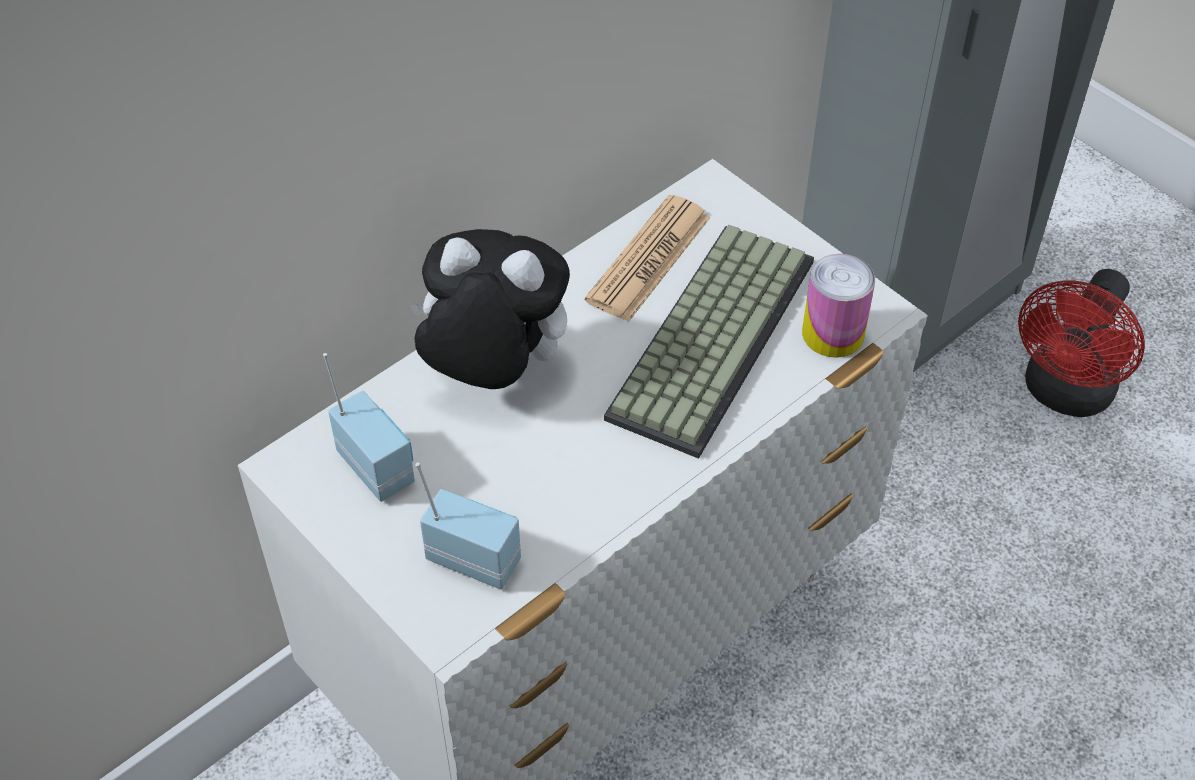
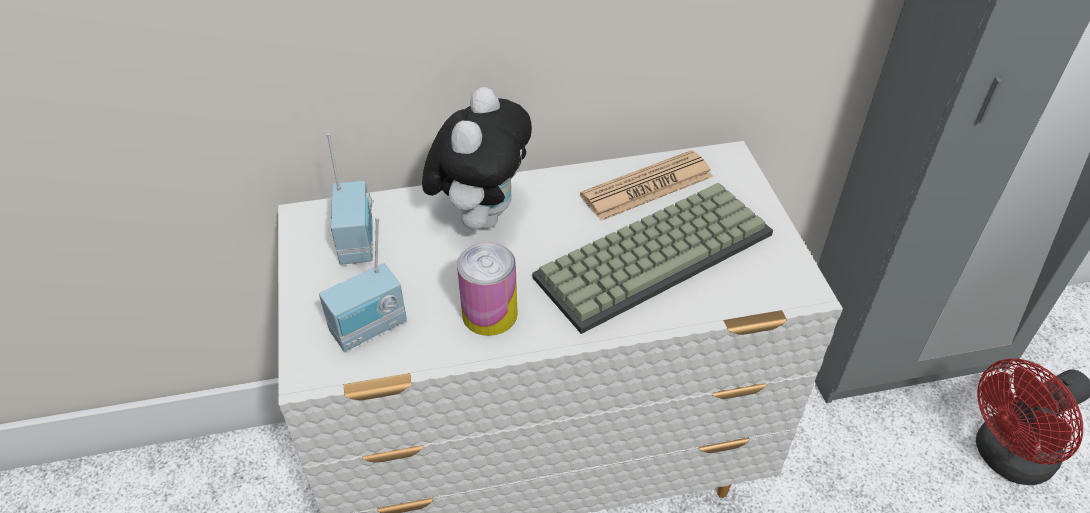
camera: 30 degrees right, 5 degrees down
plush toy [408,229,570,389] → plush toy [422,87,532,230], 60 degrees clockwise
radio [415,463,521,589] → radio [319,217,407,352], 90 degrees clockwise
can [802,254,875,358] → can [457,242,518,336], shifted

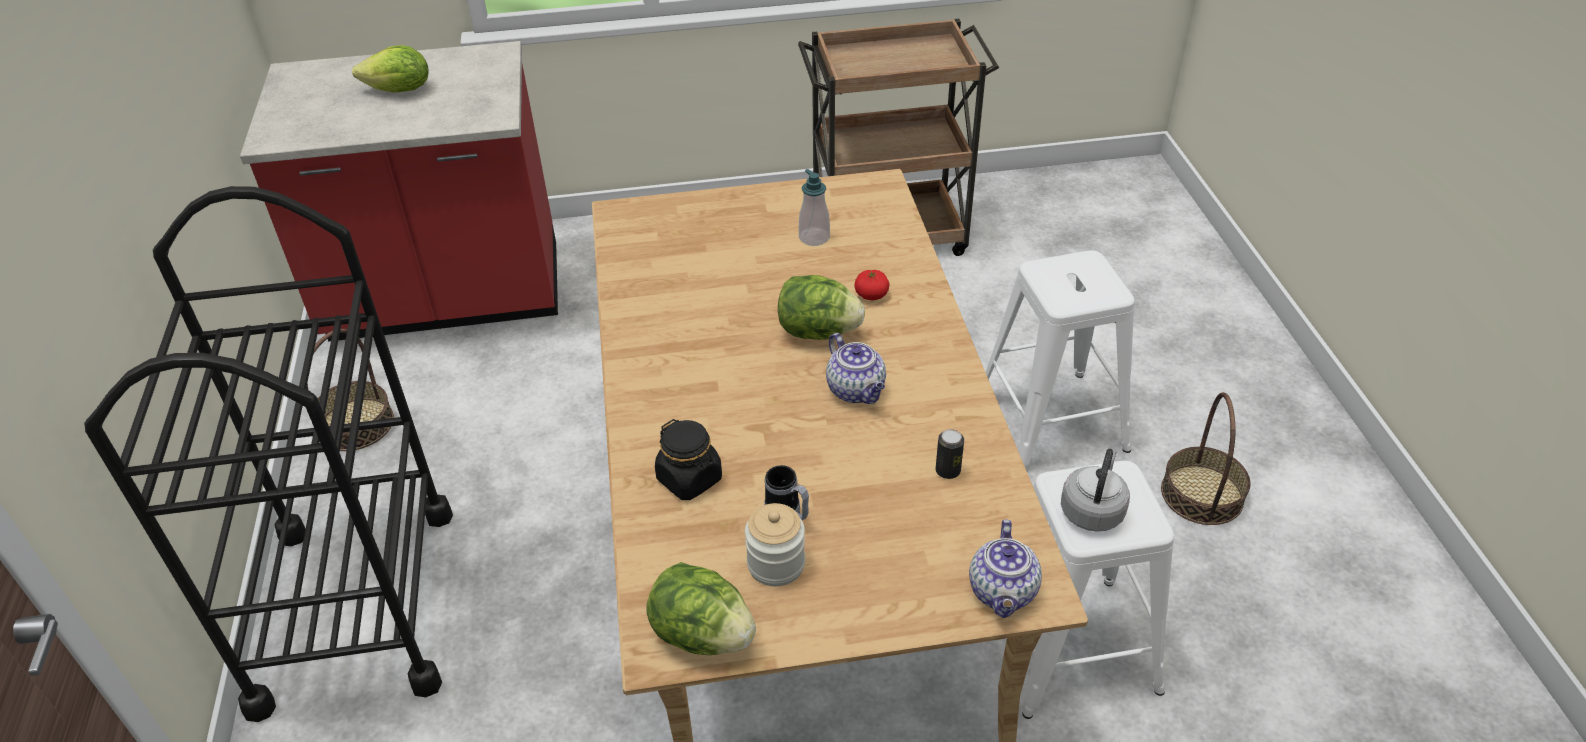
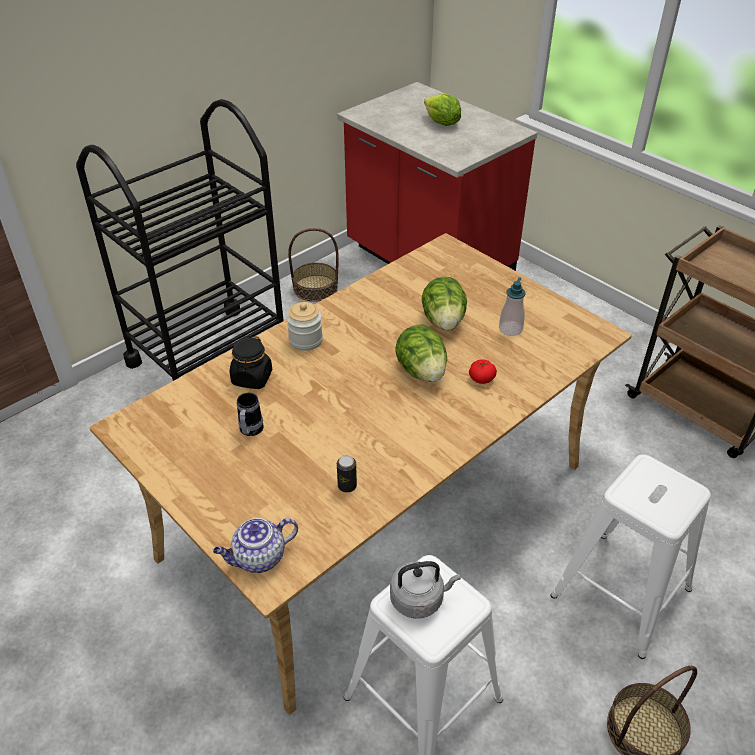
camera: 55 degrees right, 0 degrees up
lettuce [646,562,756,655] → lettuce [422,277,467,330], shifted
jar [745,503,805,586] → jar [287,302,323,351], shifted
teapot [826,333,886,404] → -

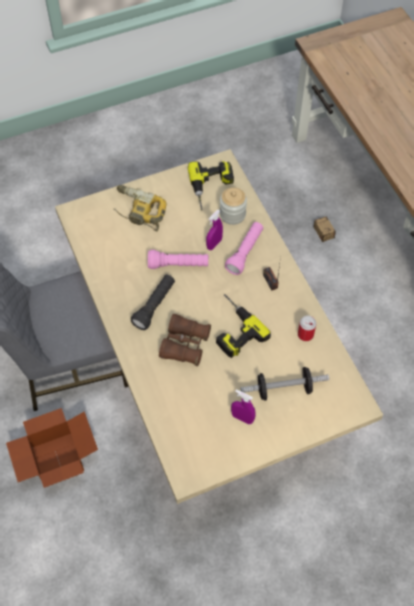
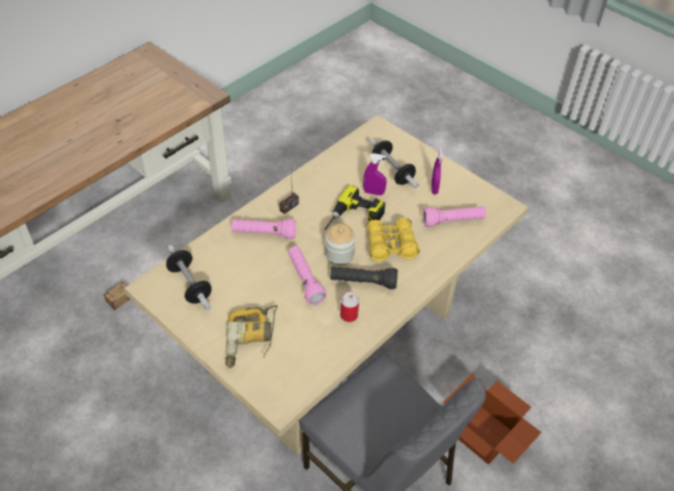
camera: 115 degrees left, 10 degrees down
brown binoculars [159,314,211,366] → yellow binoculars [366,218,419,261]
power drill [188,161,234,210] → dumbbell [166,245,212,310]
purple spray bottle [206,210,223,250] → purple spray bottle [363,153,386,196], shifted
jar [220,187,247,225] → jar [325,224,356,266], shifted
can [298,315,316,341] → can [340,292,359,322], shifted
- → pink flashlight [423,206,486,227]

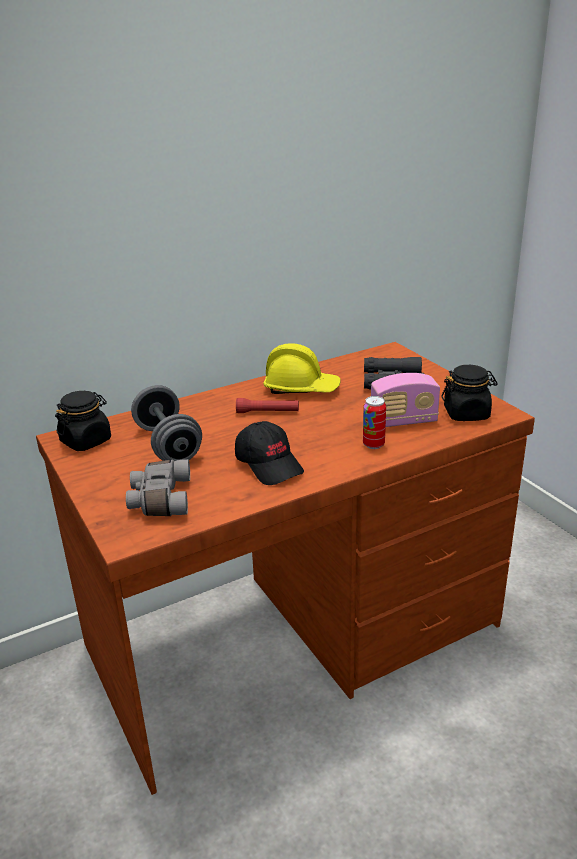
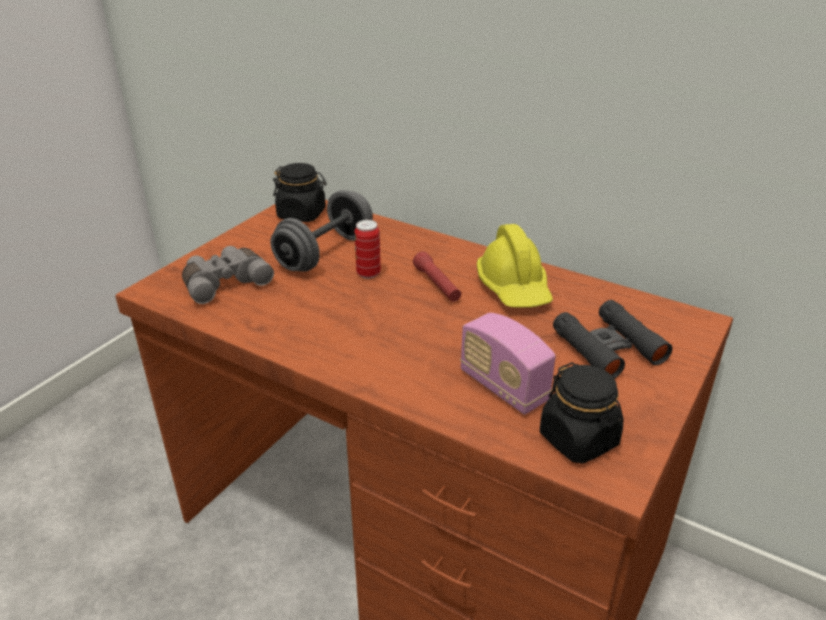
camera: 60 degrees right, 5 degrees up
black cap [235,421,304,485] → -
can [363,396,386,449] → can [354,220,381,279], shifted

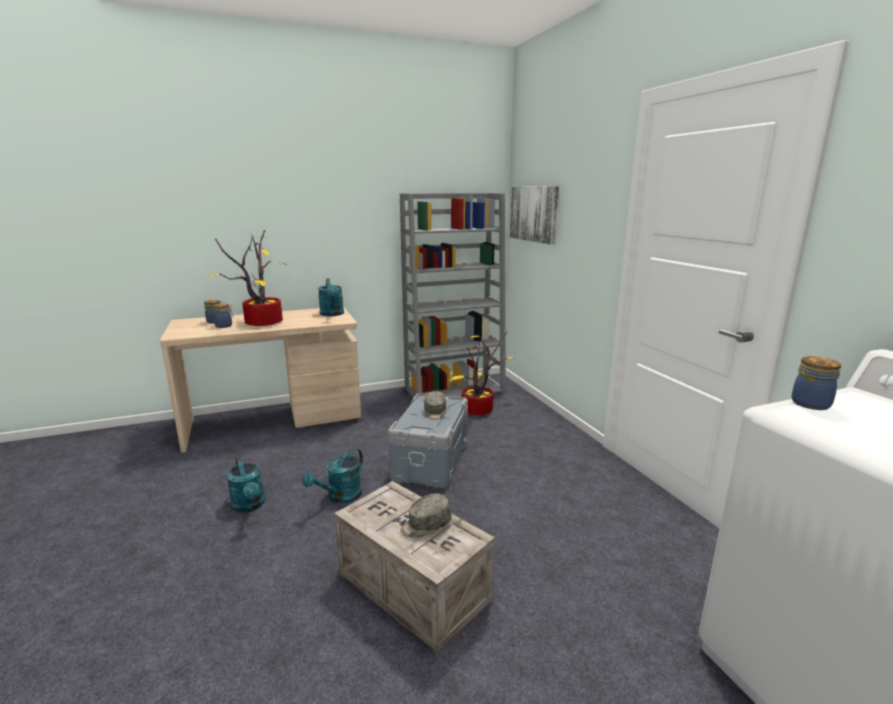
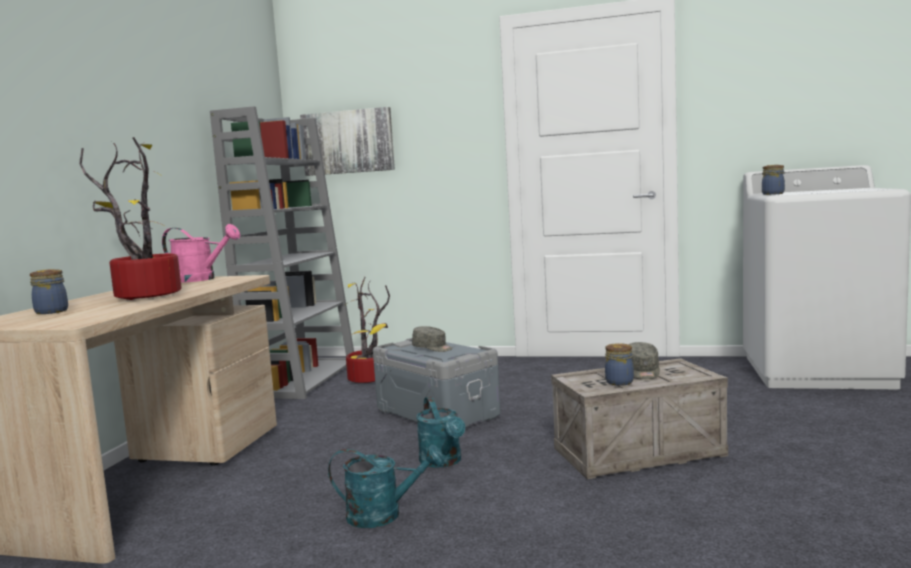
camera: 55 degrees left, 10 degrees down
jar [213,303,233,328] → jar [605,343,634,386], shifted
turquoise watering can [318,278,344,316] → pink watering can [162,224,241,283]

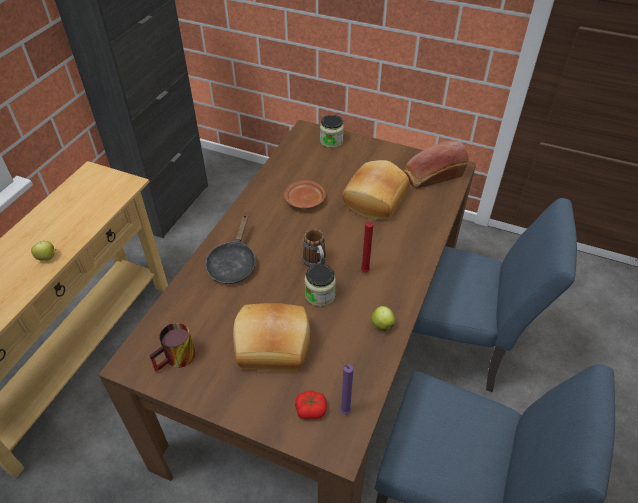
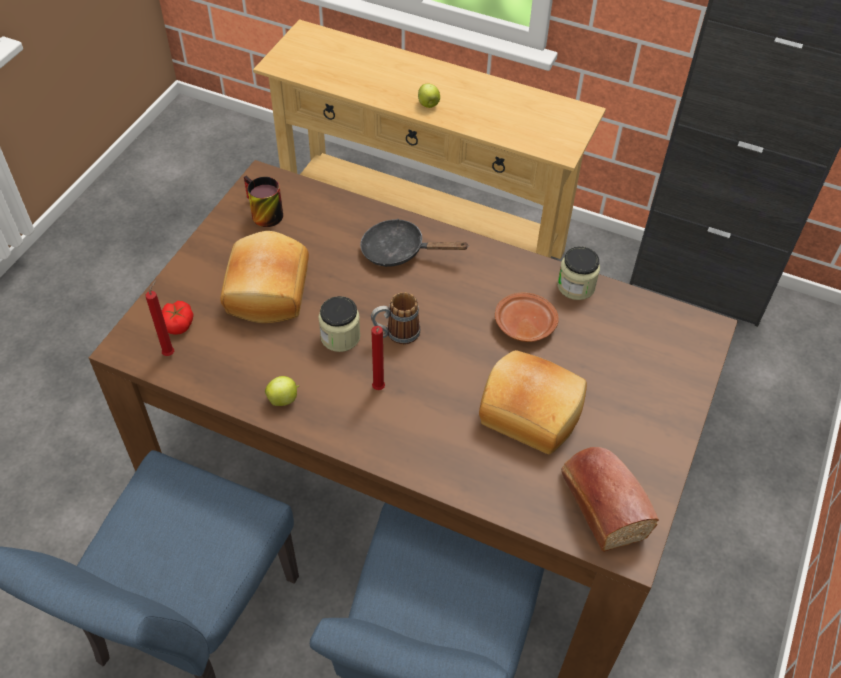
camera: 90 degrees right, 5 degrees up
jar [320,115,344,148] → jar [557,246,600,300], shifted
purple candle [339,359,353,414] → red candle [145,280,174,356]

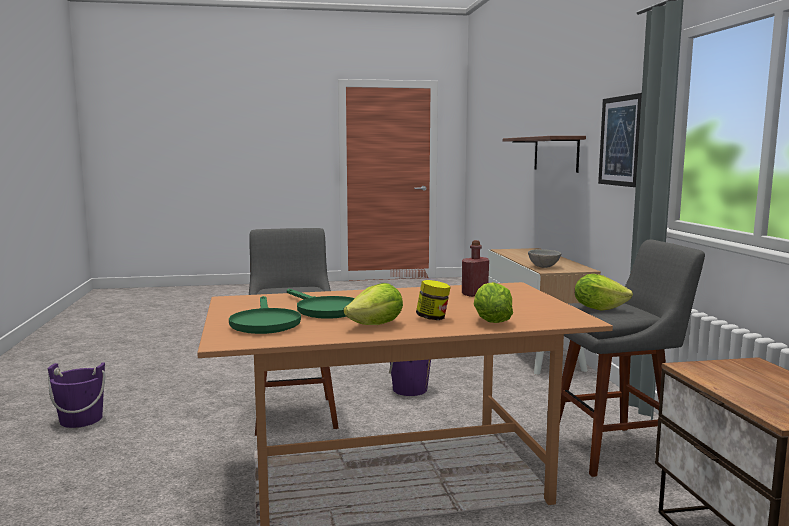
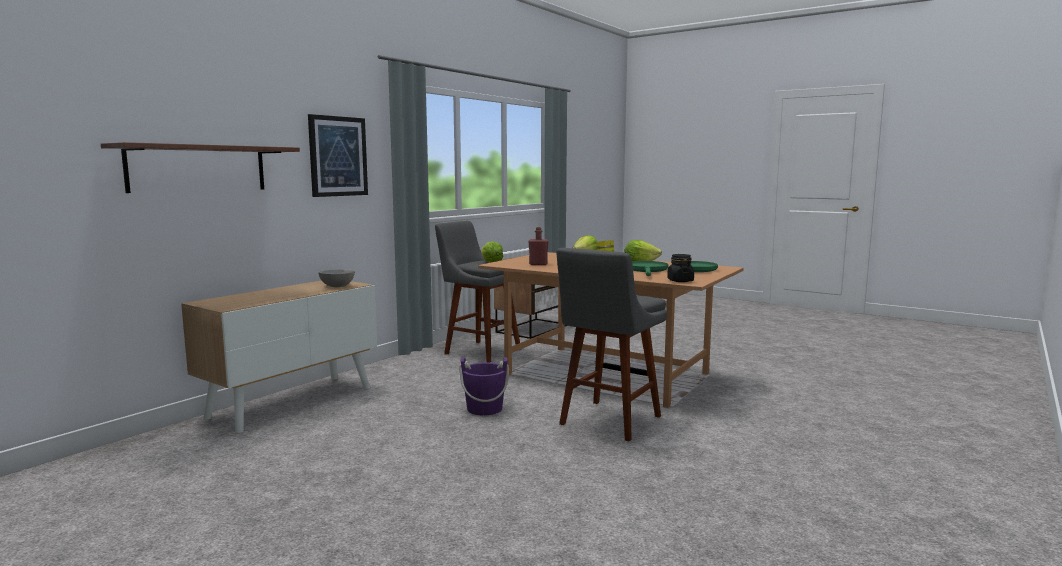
camera: 135 degrees left, 0 degrees up
purple bucket [48,362,106,428] → -
- → black jar [667,254,694,282]

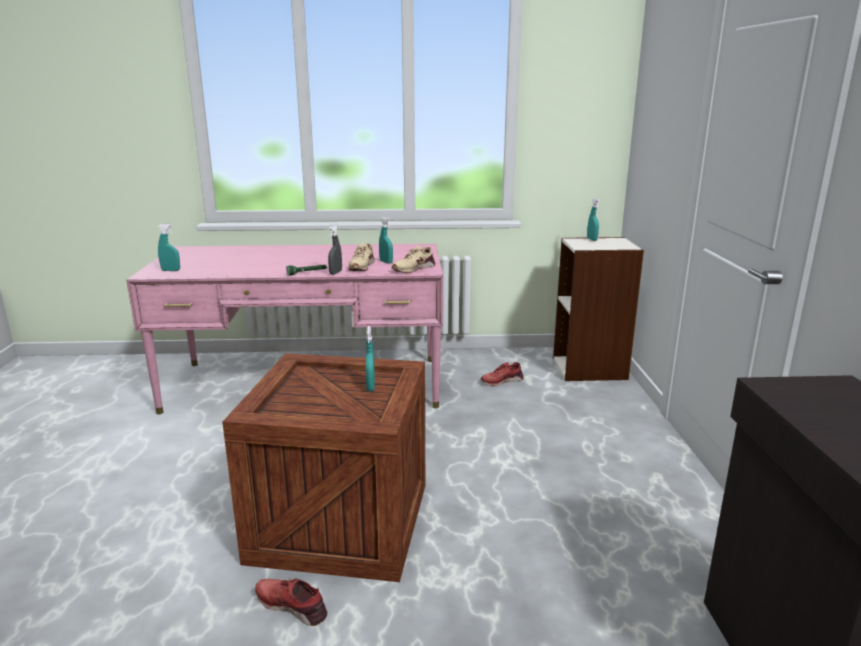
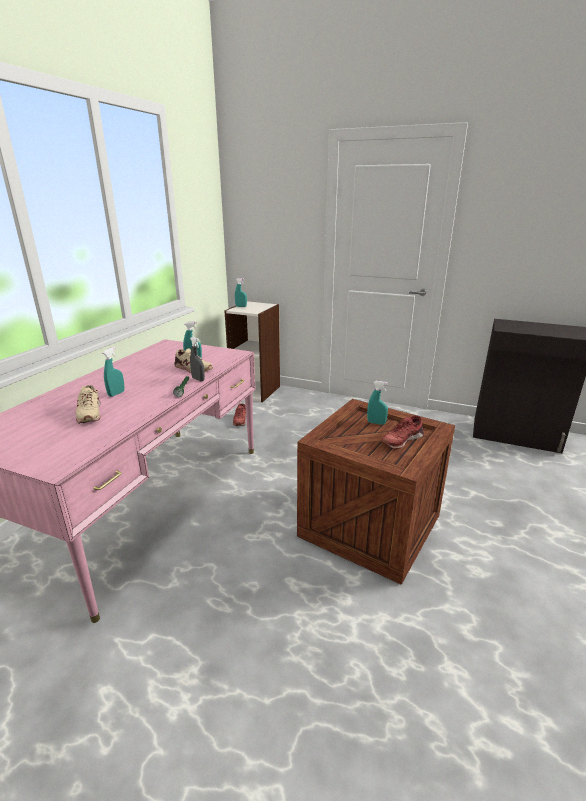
camera: 65 degrees left, 5 degrees up
turquoise spray bottle [158,224,180,271] → turquoise spray bottle [103,347,125,397], shifted
red shoe [255,578,327,626] → red shoe [381,415,424,449], shifted
beige shoe [392,246,435,274] → beige shoe [76,385,101,424], shifted

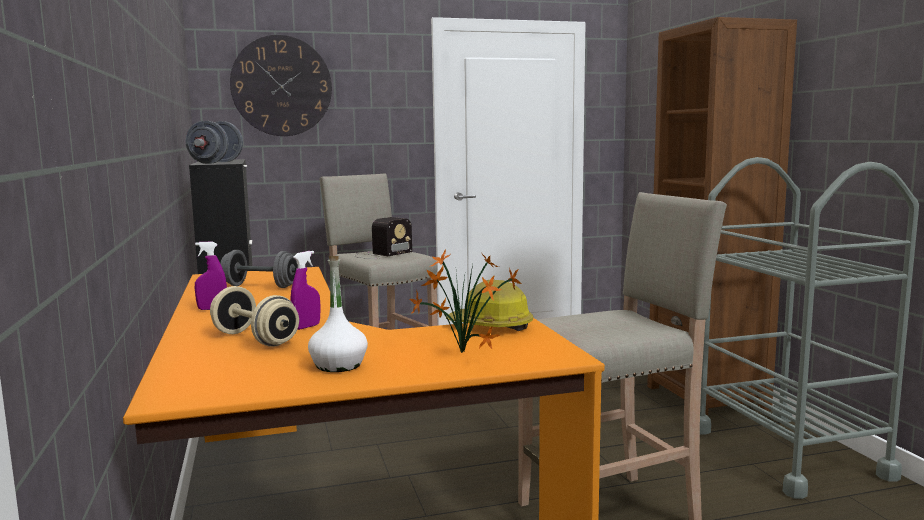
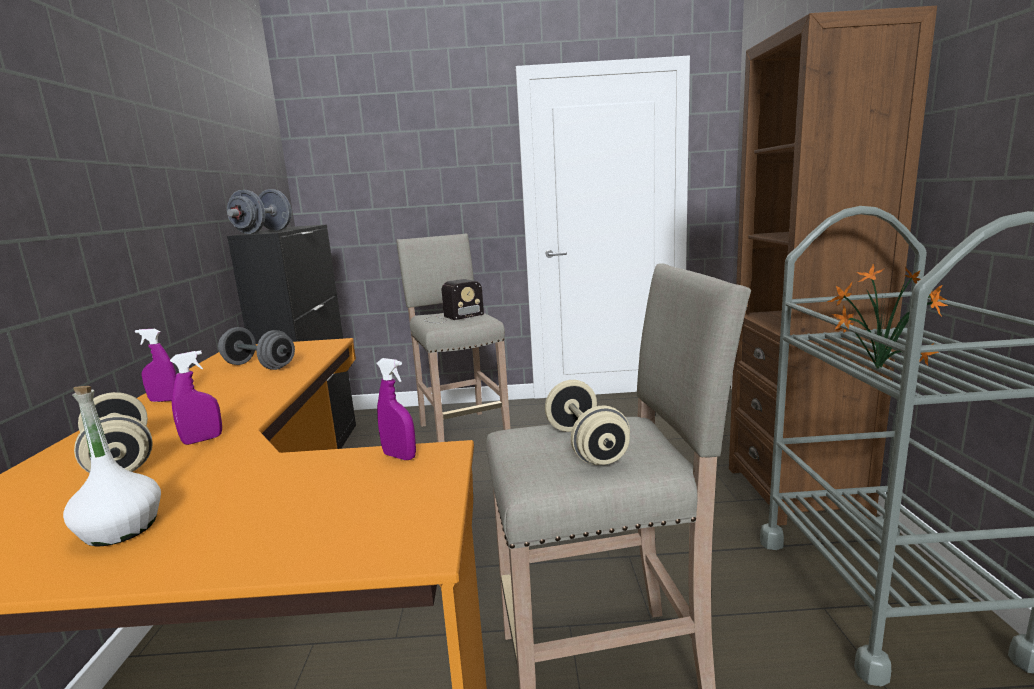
camera: 15 degrees right, 5 degrees up
wall clock [230,35,332,136] → -
potted plant [410,249,522,354] → potted plant [827,264,948,369], shifted
hard hat [446,280,533,331] → purple spray bottle [377,358,416,460]
- → beige dumbbell [545,380,630,465]

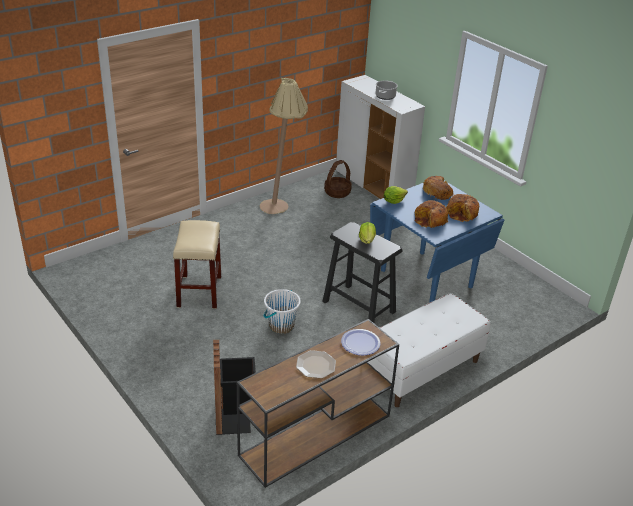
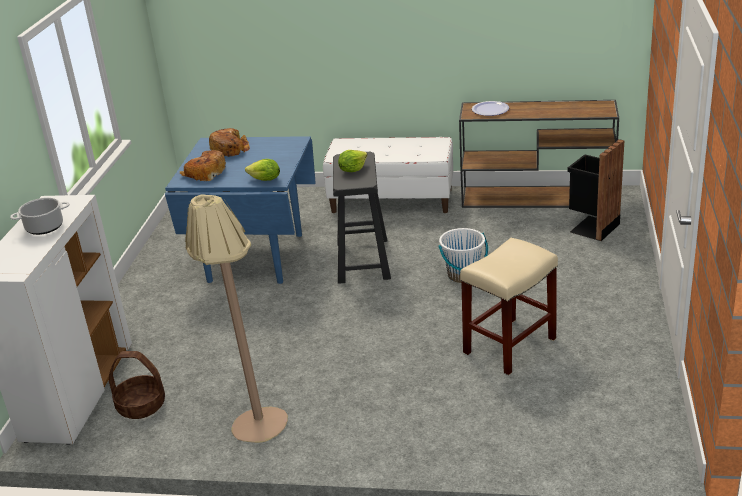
camera: 130 degrees left, 5 degrees down
plate [296,350,336,378] → -
bread [415,200,448,228] → -

